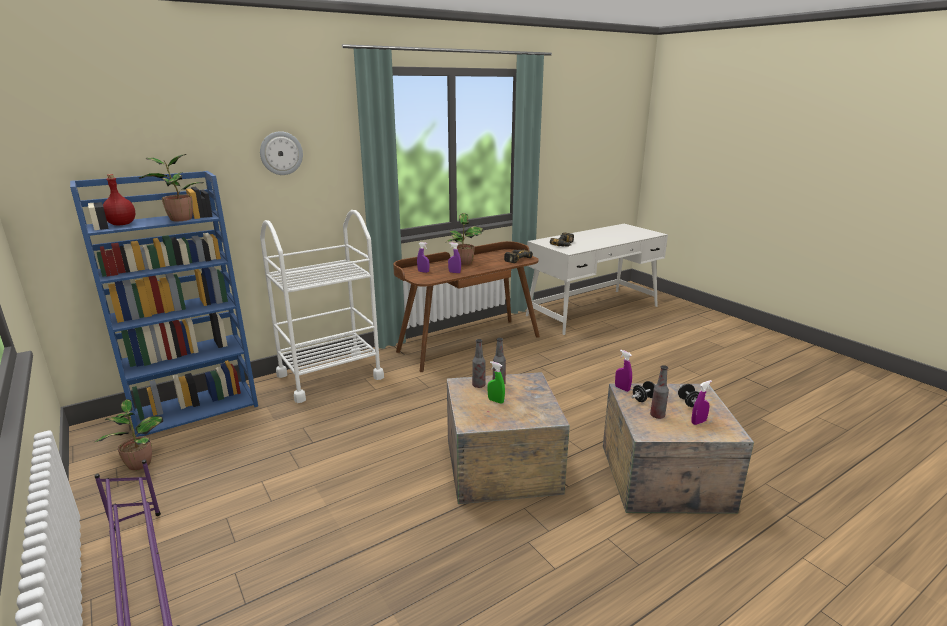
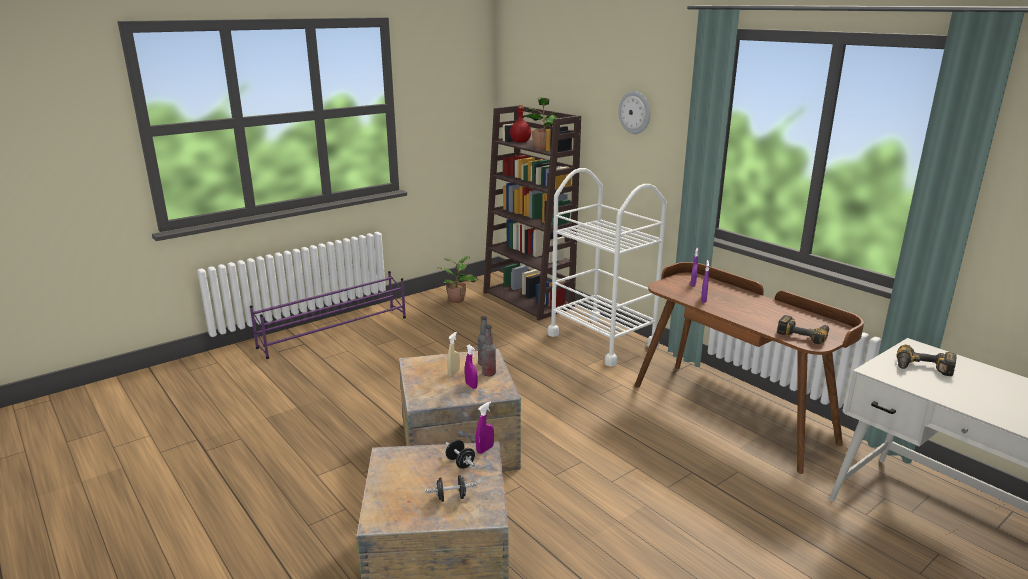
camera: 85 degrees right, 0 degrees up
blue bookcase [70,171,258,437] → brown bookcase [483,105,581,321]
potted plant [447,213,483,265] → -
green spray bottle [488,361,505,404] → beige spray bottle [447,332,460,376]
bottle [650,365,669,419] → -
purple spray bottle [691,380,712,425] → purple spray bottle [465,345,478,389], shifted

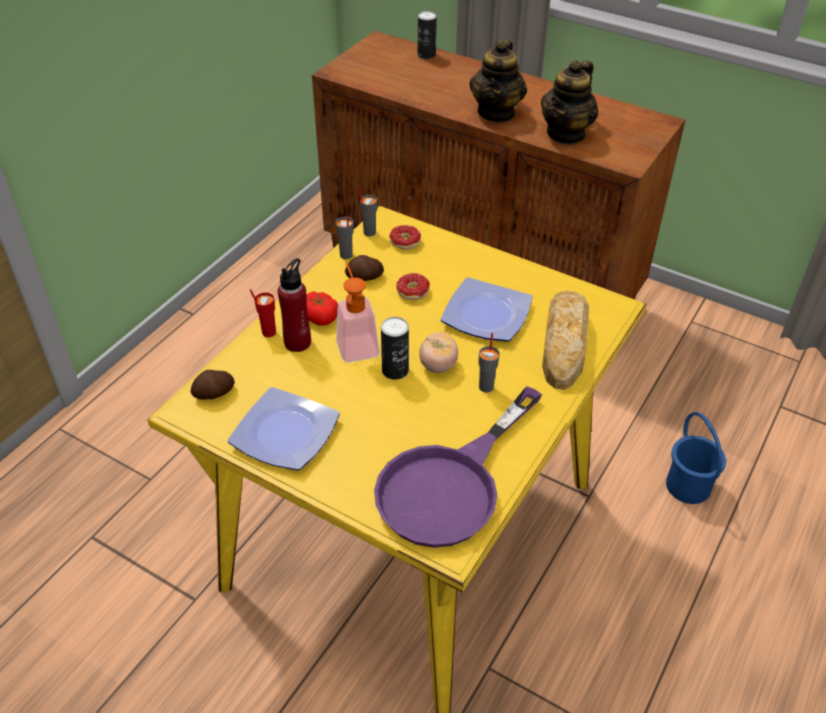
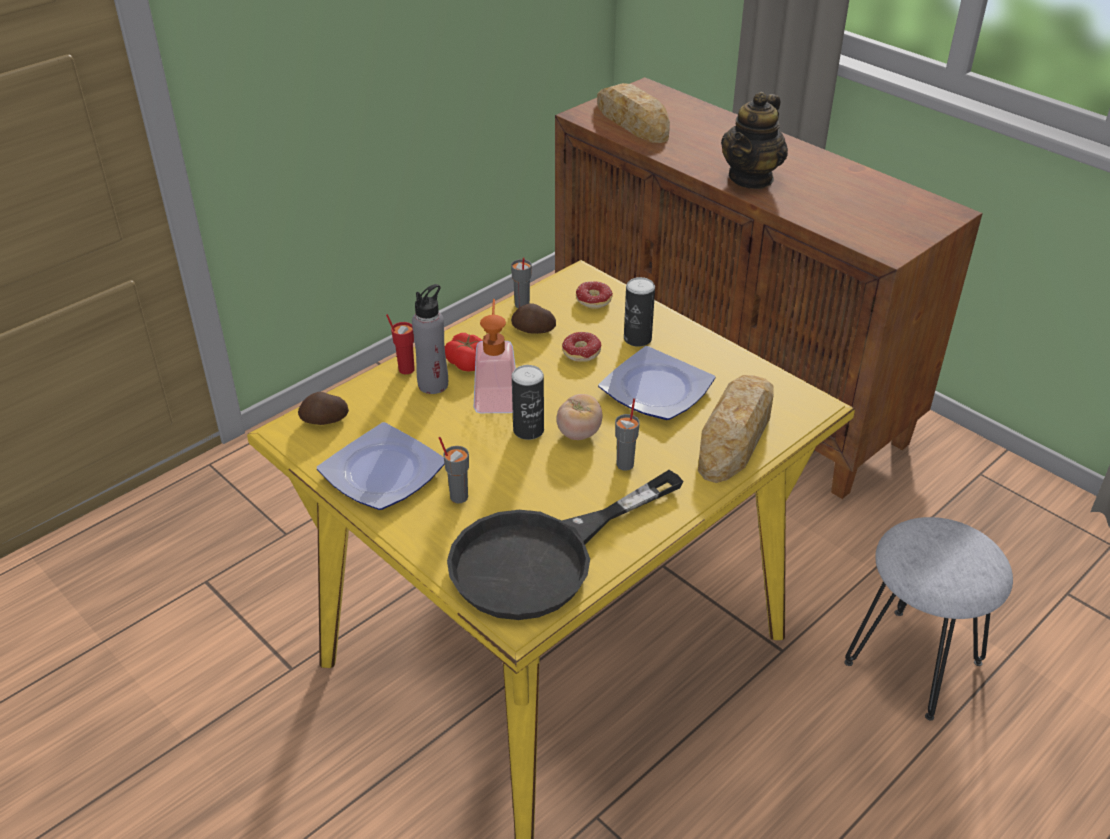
camera: 15 degrees right, 5 degrees down
red bottle [278,258,311,352] → grey bottle [412,284,448,394]
grey cup [357,189,377,237] → grey cup [439,437,469,503], shifted
purple frying pan [374,386,542,548] → black frying pan [447,470,684,620]
can [418,11,437,59] → can [624,277,655,347], shifted
teapot [541,60,598,145] → -
blue bucket [666,412,726,504] → grey stool [844,517,1013,721]
- → bread [597,83,670,143]

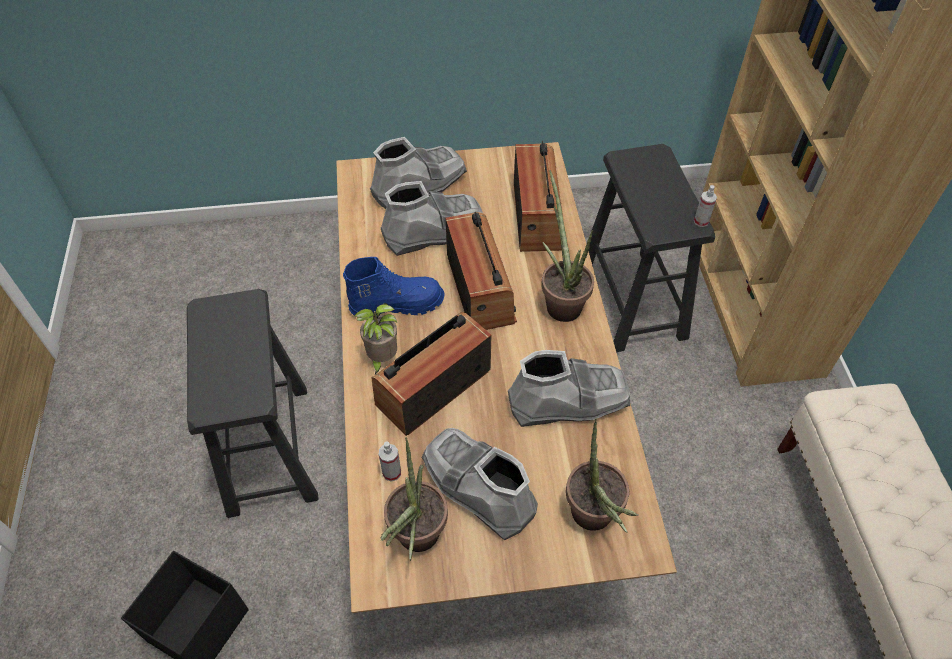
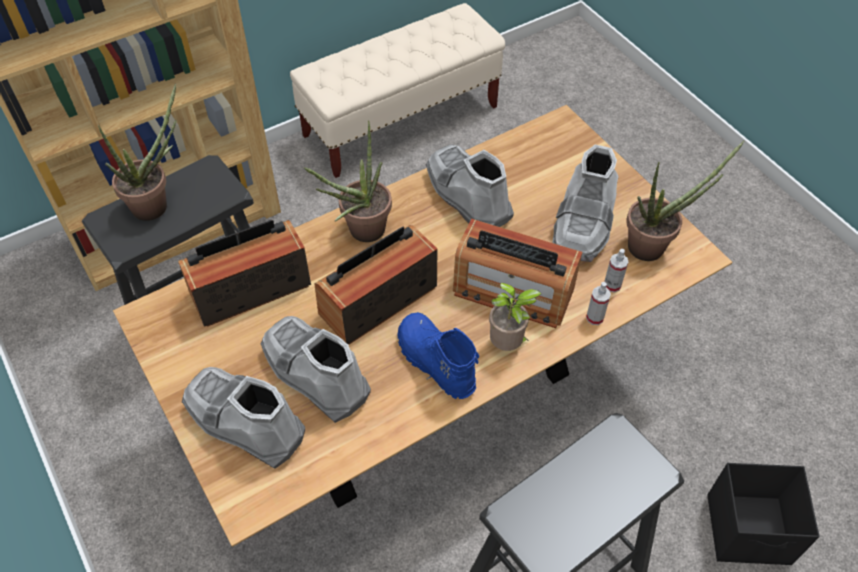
camera: 115 degrees left, 0 degrees up
potted plant [566,418,639,533] → potted plant [98,84,177,221], shifted
spray bottle [694,185,717,227] → spray bottle [586,282,611,325], shifted

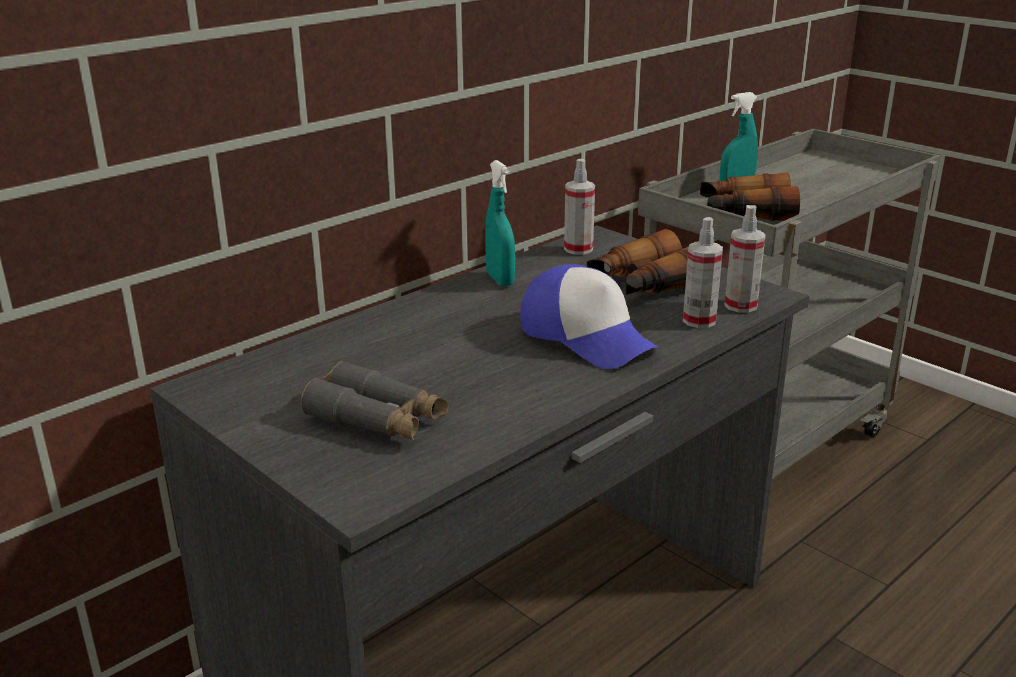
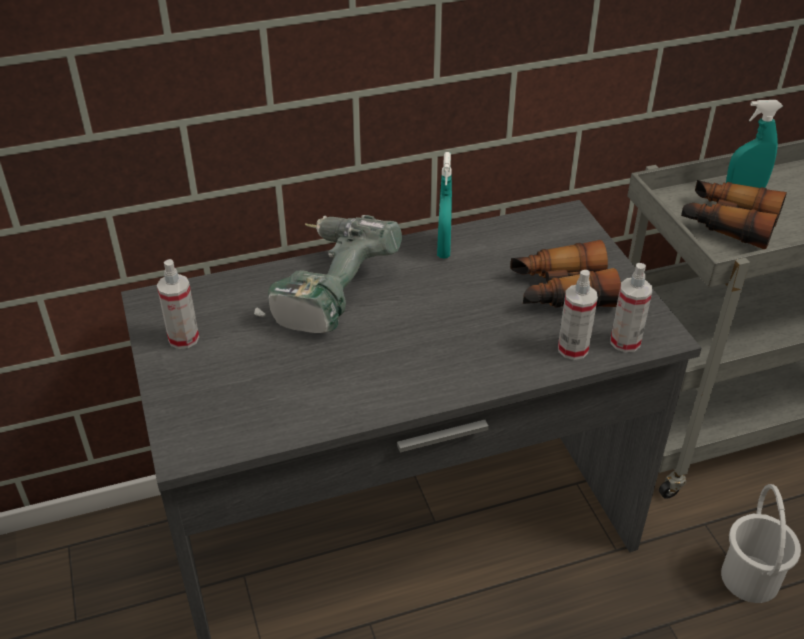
camera: 25 degrees right, 15 degrees up
grey binoculars [300,361,449,440] → -
cap [520,264,659,369] → -
spray bottle [564,159,595,255] → spray bottle [157,259,199,349], shifted
- → power drill [254,215,402,333]
- → white bucket [721,484,801,603]

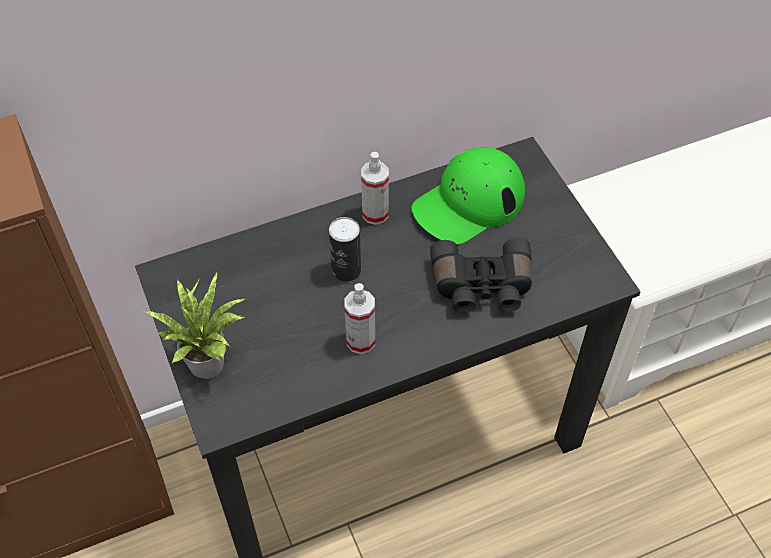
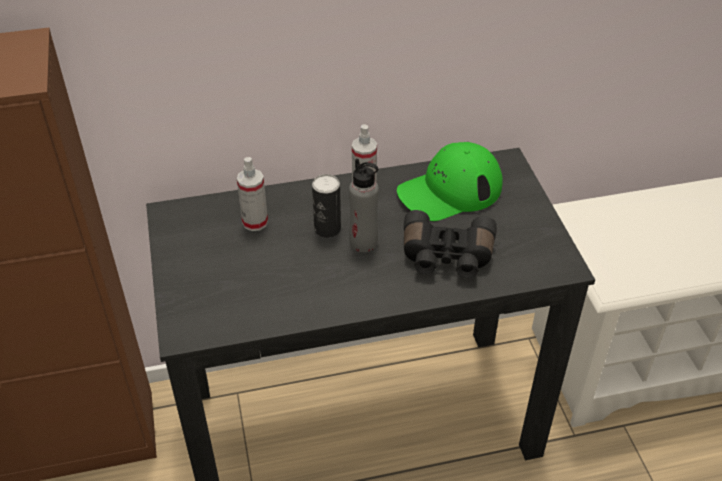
camera: 10 degrees right, 10 degrees down
potted plant [145,273,245,379] → -
spray bottle [344,283,375,354] → spray bottle [237,157,268,231], shifted
- → grey bottle [349,158,379,252]

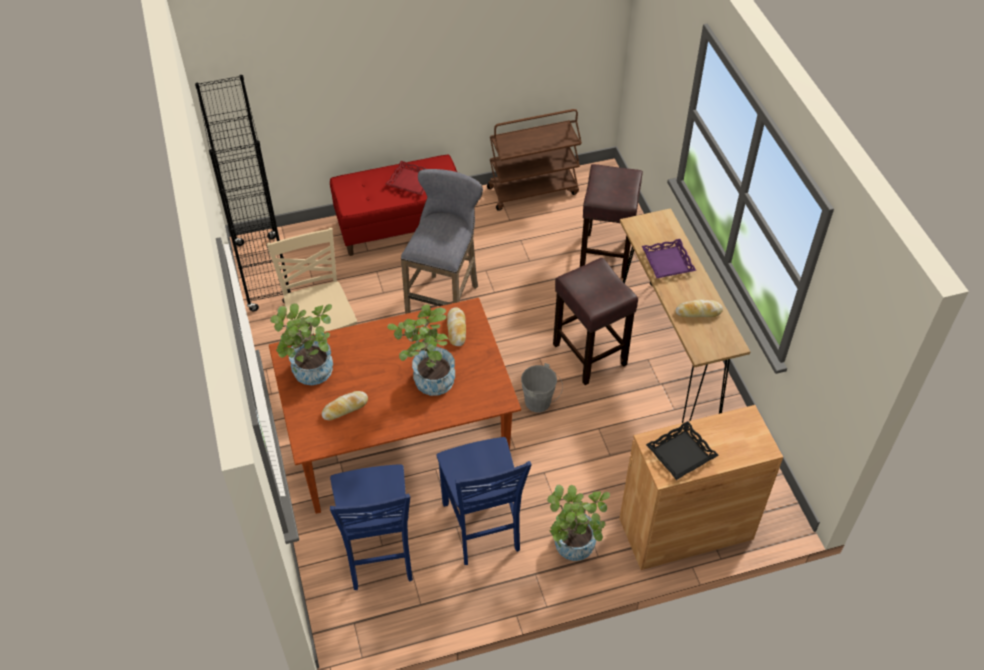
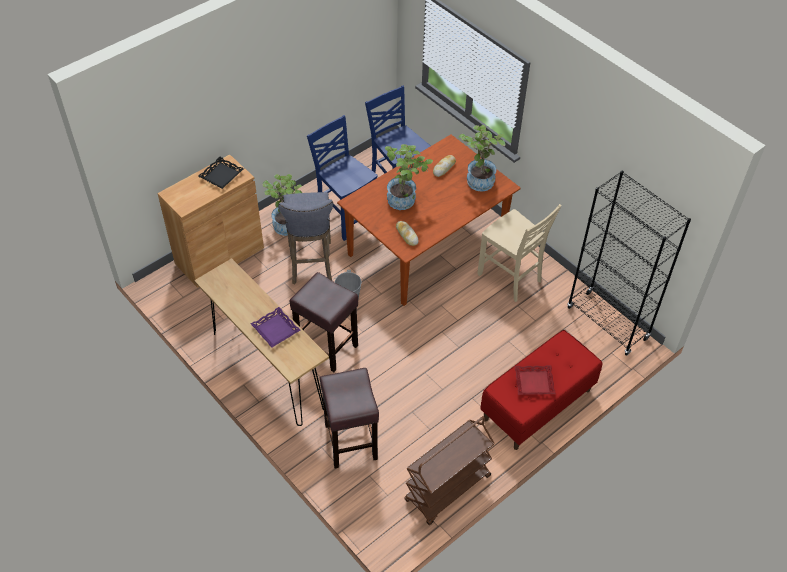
camera: 155 degrees right, 0 degrees up
grey stool [401,169,483,314] → grey stool [278,192,333,284], shifted
bread [676,300,723,317] → -

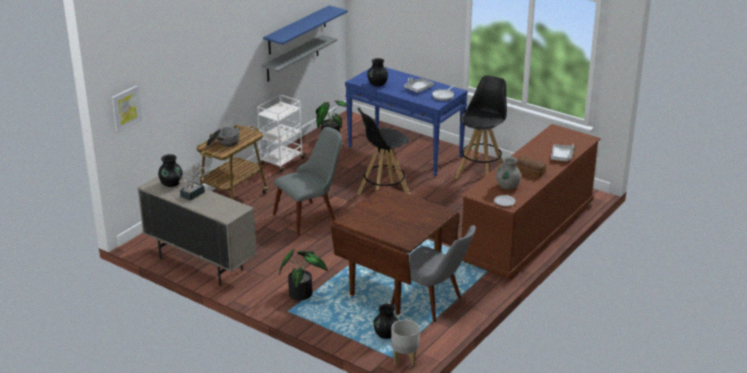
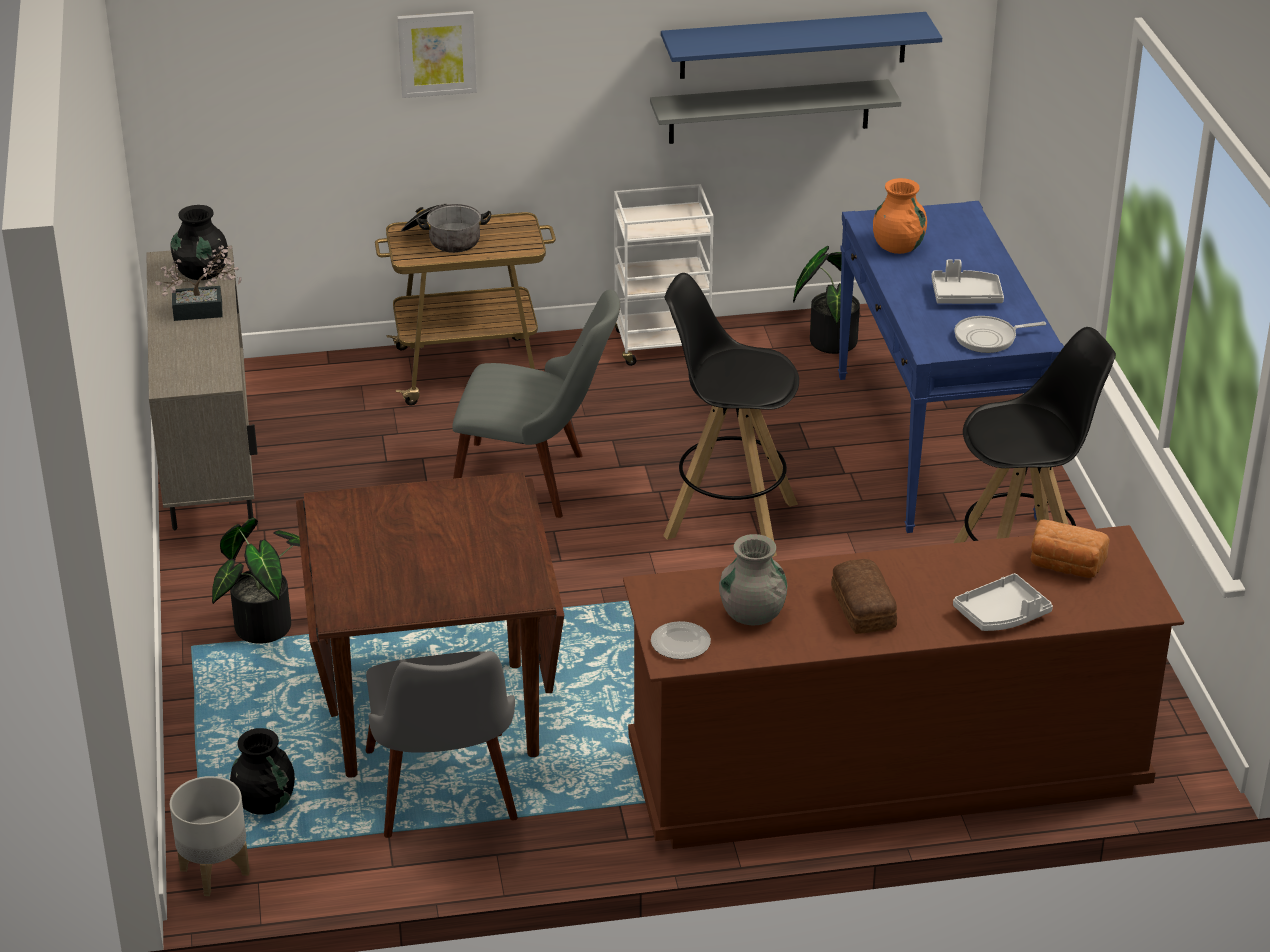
camera: 45 degrees right, 5 degrees up
picture [111,86,142,133] → picture [397,11,477,98], shifted
black vase [367,58,388,86] → orange vase [873,178,927,254]
- → bread [1031,520,1110,578]

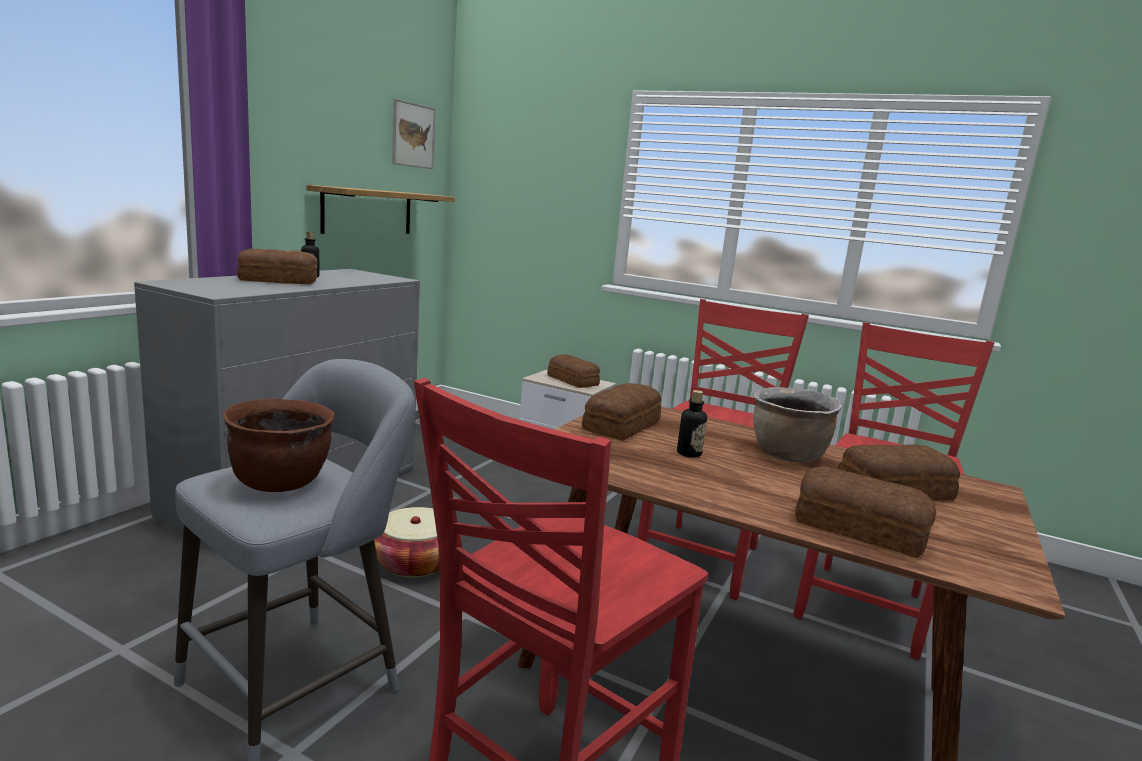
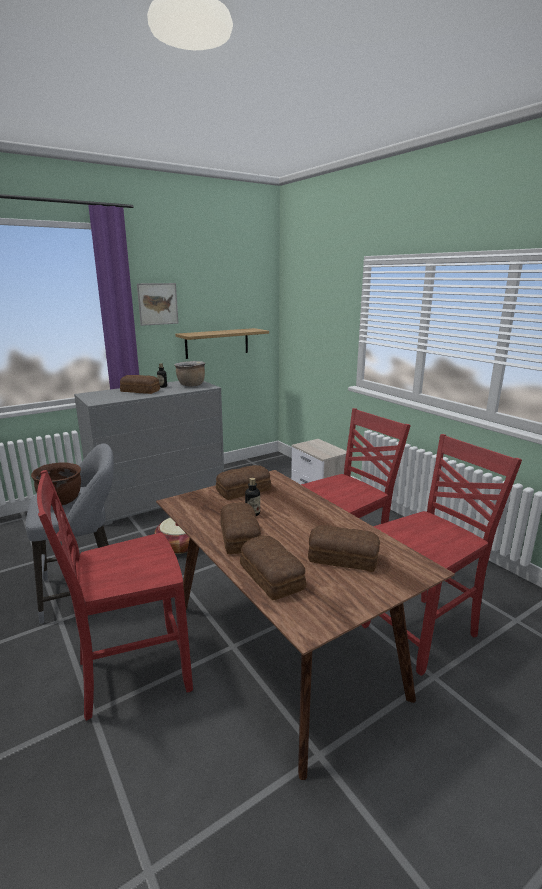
camera: 30 degrees right, 5 degrees up
picture [392,98,436,169] → picture [137,283,178,326], shifted
bread [547,354,600,388] → bread [220,502,261,554], shifted
brown cooking pot [753,387,842,462] → brown cooking pot [174,361,205,386], shifted

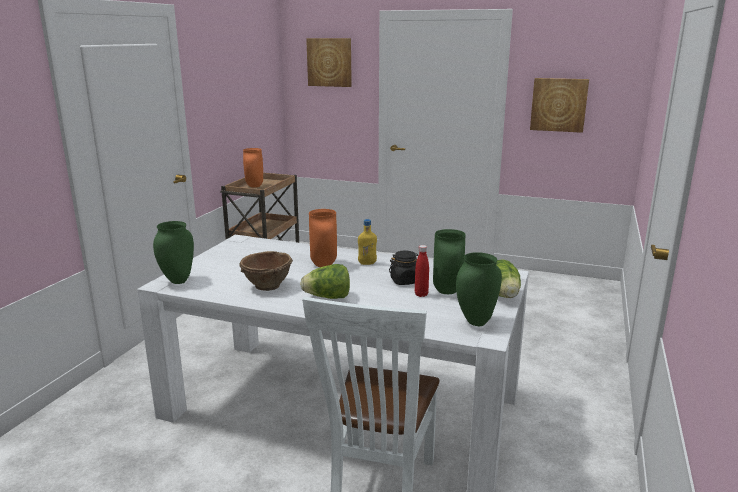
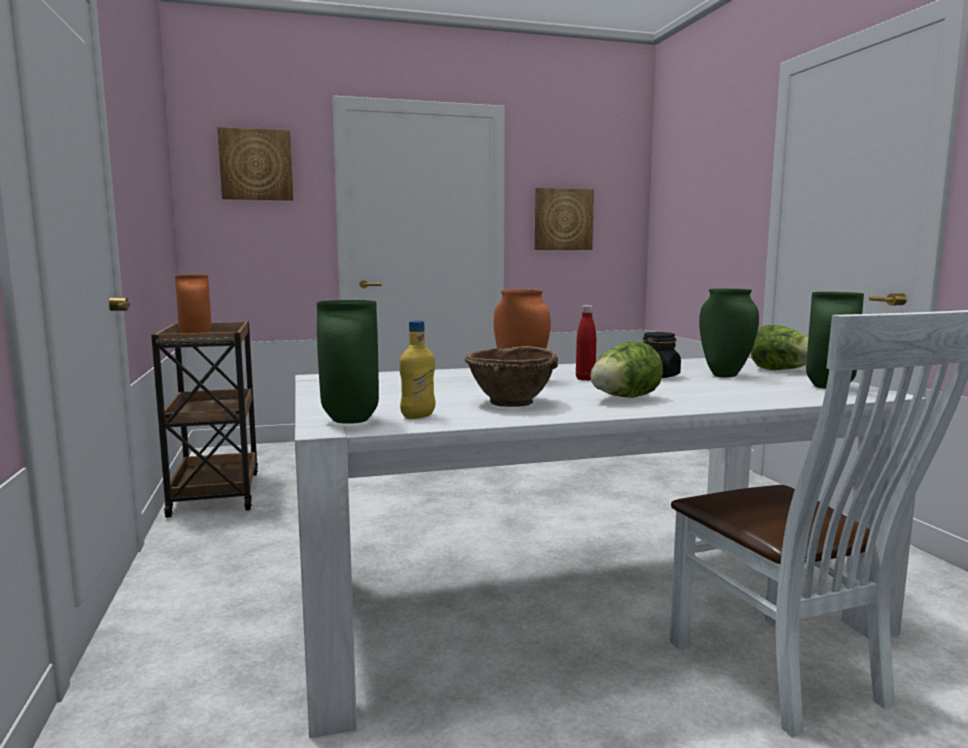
camera: 35 degrees left, 10 degrees down
yellow bottle [358,219,377,265] → yellow bottle [399,320,436,419], shifted
red bottle [415,245,429,297] → red bottle [576,305,596,380], shifted

